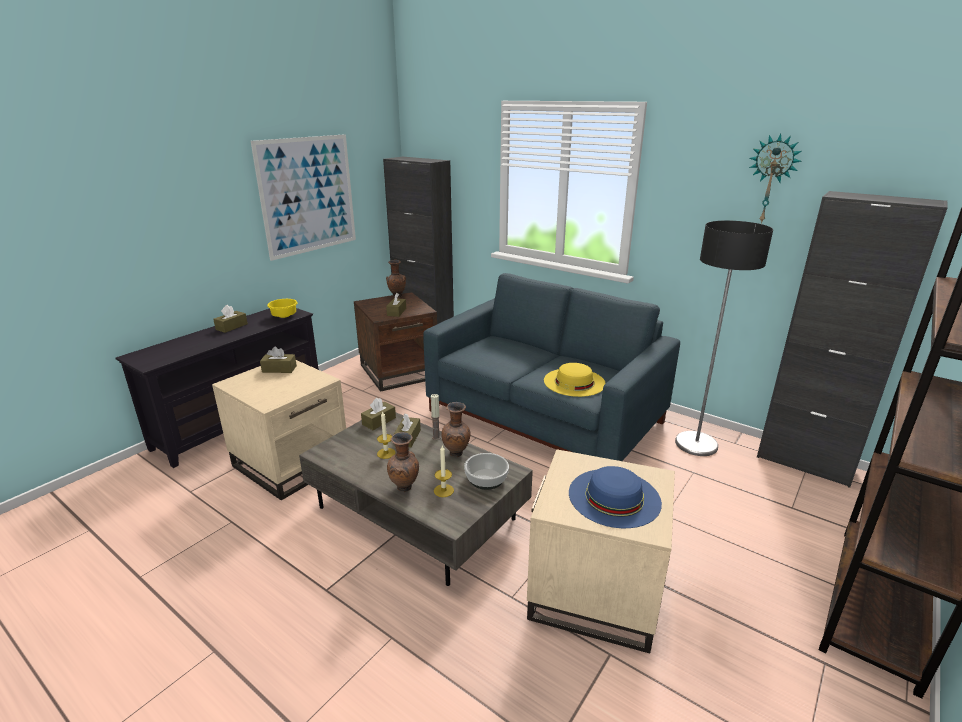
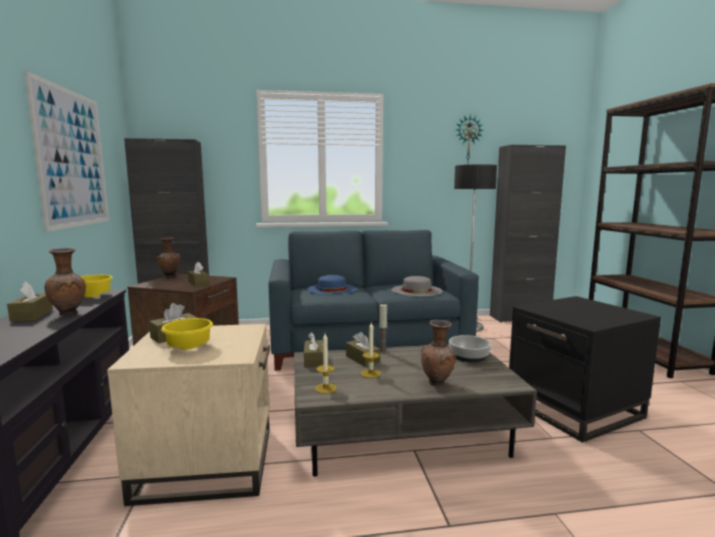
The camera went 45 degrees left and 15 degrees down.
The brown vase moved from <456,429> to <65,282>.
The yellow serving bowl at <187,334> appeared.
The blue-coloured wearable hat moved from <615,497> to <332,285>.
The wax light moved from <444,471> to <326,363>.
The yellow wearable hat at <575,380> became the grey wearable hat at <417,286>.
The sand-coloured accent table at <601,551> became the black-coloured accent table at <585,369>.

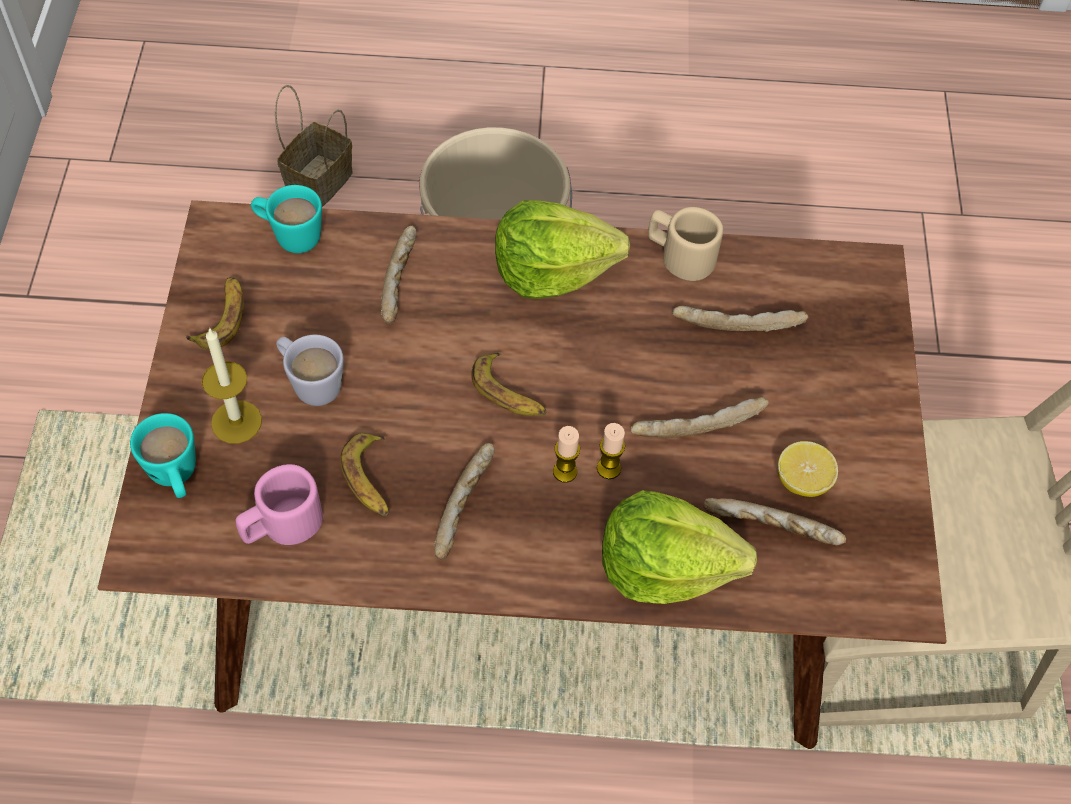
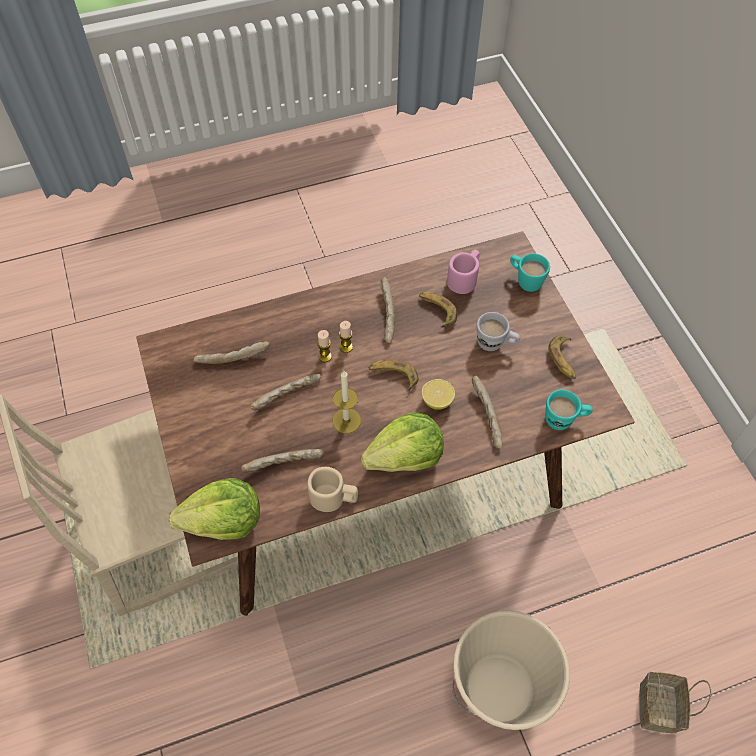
The camera went 160 degrees right and 0 degrees up.
The lettuce head moved from <679,547> to <214,509>.
The wax light moved from <232,385> to <346,402>.
The citrus fruit moved from <808,469> to <438,394>.

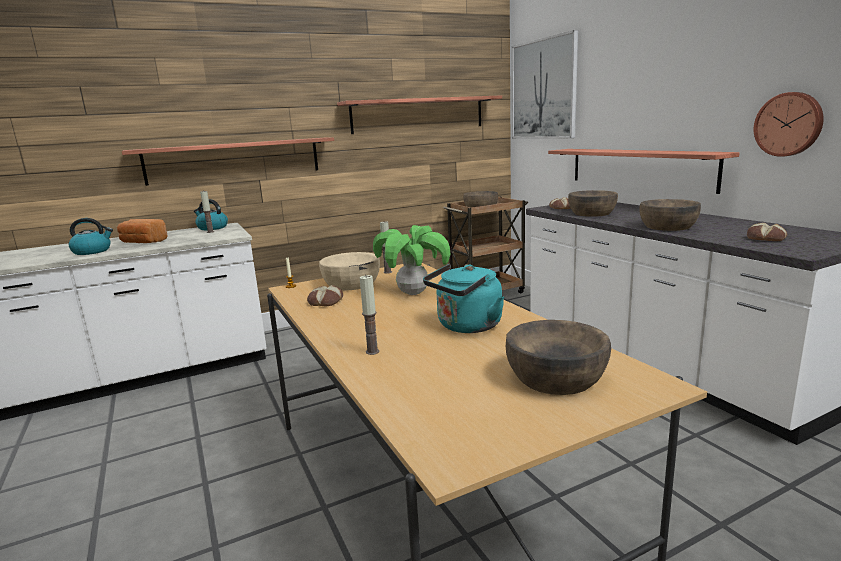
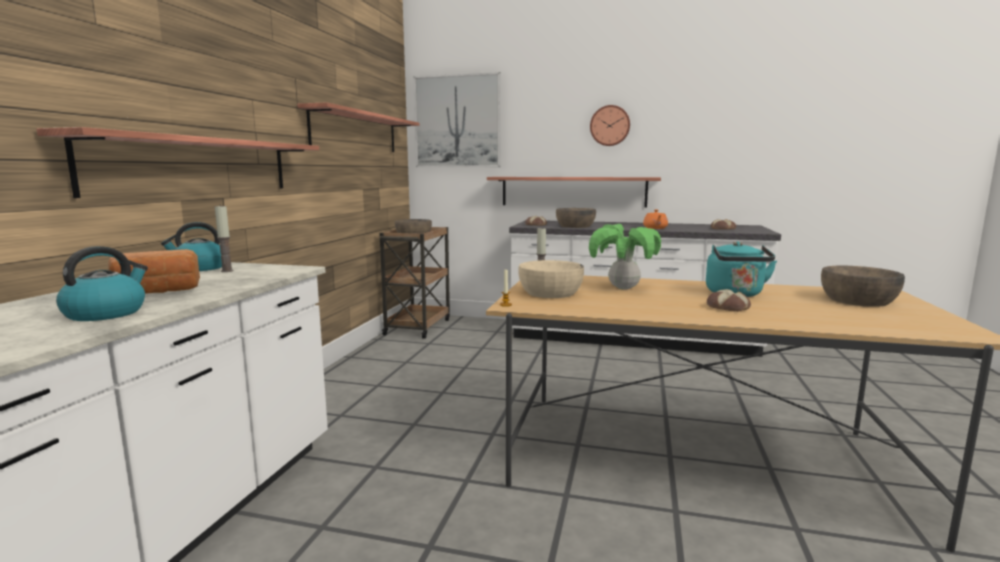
The camera went 50 degrees left and 5 degrees down.
The clock on the wall moved from <789,124> to <610,125>.
The brown serving bowl at <670,215> was replaced by the orangey teapot at <655,219>.
The bread moved from <325,295> to <729,300>.
The wax light at <369,314> disappeared.

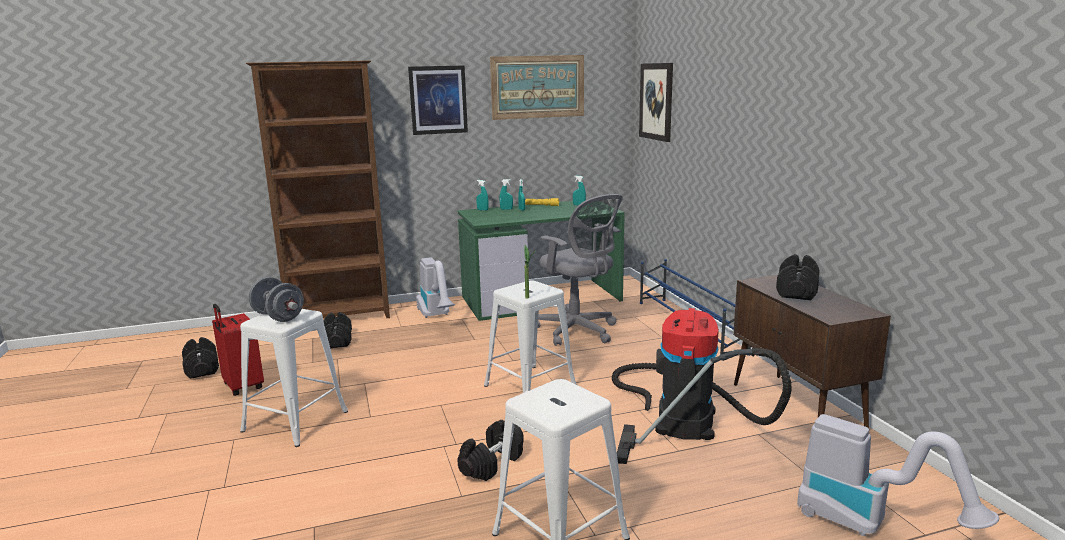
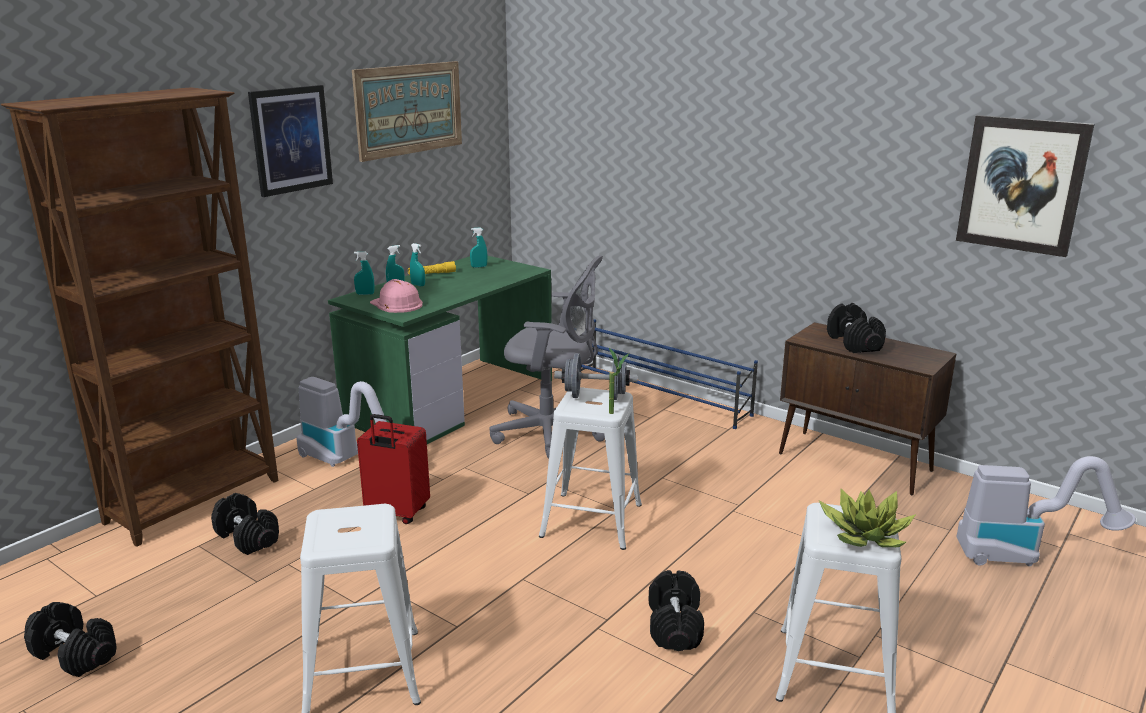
The camera went 35 degrees left and 5 degrees up.
The red travel case moved from <238,350> to <393,469>.
The pink work helmet at <396,296> appeared.
The grey hand weight moved from <276,299> to <596,376>.
The houseplant at <867,518> appeared.
The picture moved from <656,102> to <1025,186>.
The vacuum at <702,386> disappeared.

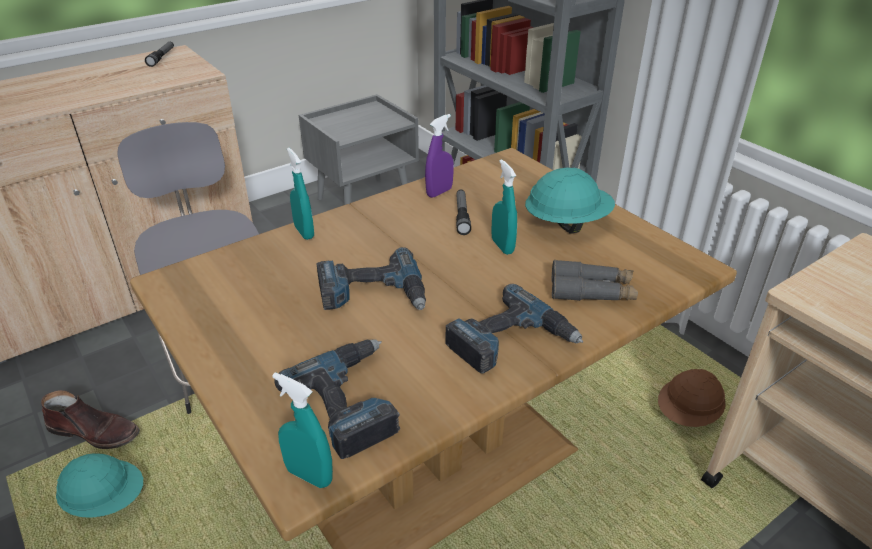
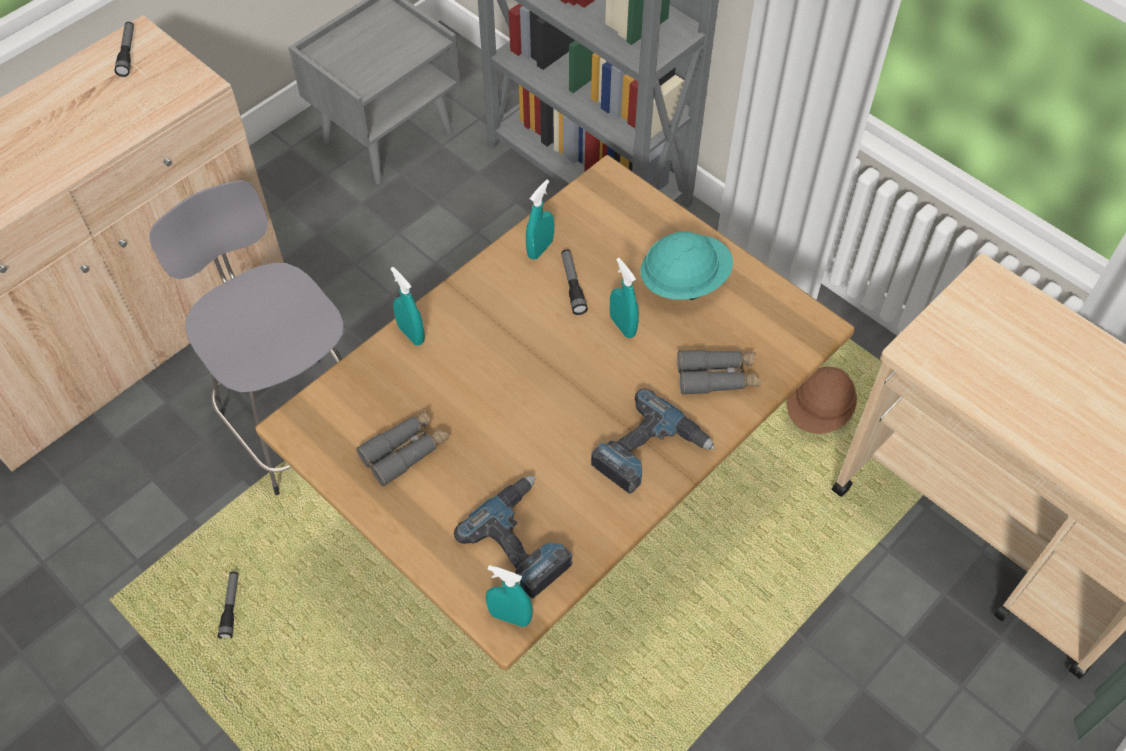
The camera went 10 degrees left and 20 degrees up.
The turquoise-coloured work helmet at <99,485> was replaced by the hand torch at <228,605>.
The grey binoculars at <402,447> appeared.
The purple sprayer at <439,156> became the turquoise-coloured sprayer at <540,220>.
The brown boot at <90,419> disappeared.
The electric drill at <371,278> disappeared.

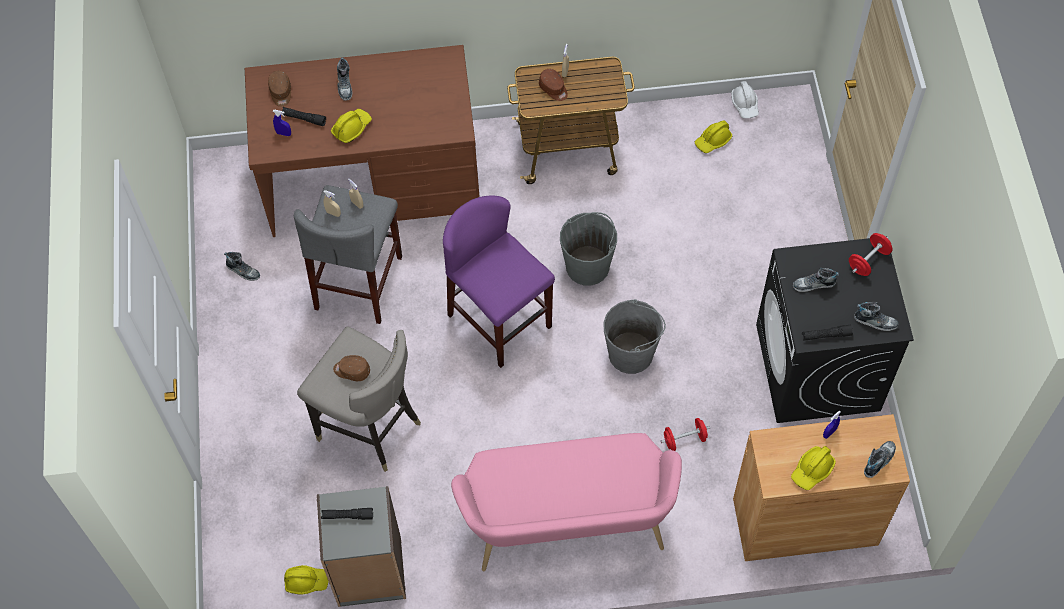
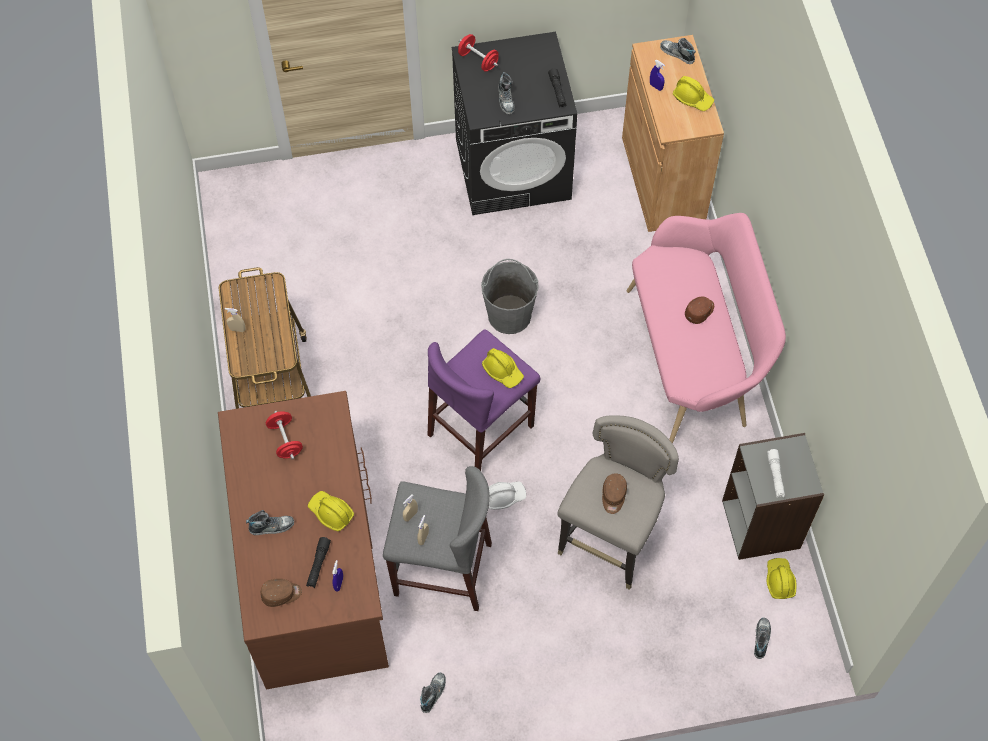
The camera went 95 degrees left and 0 degrees up.
The red hand weight moved from <685,434> to <284,435>.
The yellow work helmet moved from <713,136> to <503,368>.
The white work helmet moved from <745,99> to <507,496>.
The brown baseball cap moved from <553,85> to <699,310>.
The shoe moved from <876,316> to <762,638>.
The black-coloured hand torch at <347,514> became the white hand torch at <776,473>.
The grey water bucket at <588,249> disappeared.

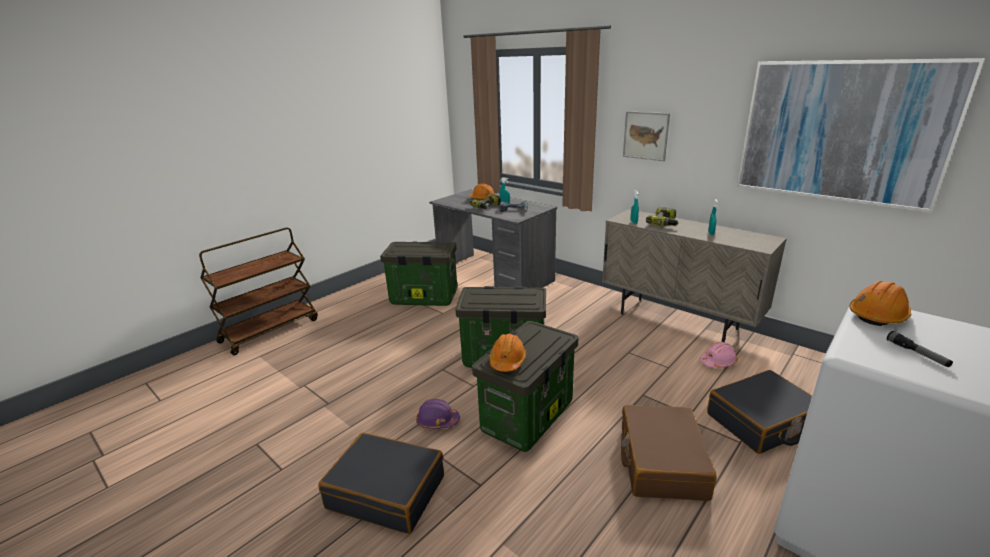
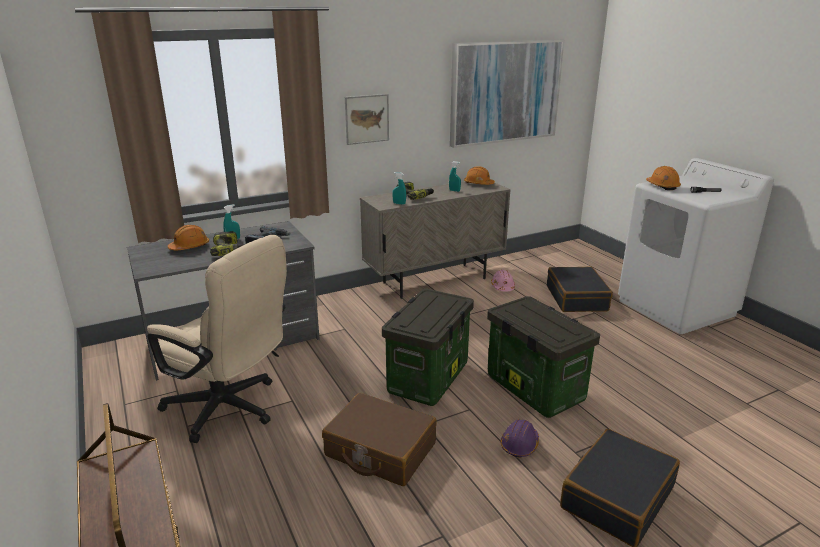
The camera went 70 degrees left and 0 degrees up.
The storage bin at <418,273> was replaced by the sand-coloured computer chair at <217,339>.
The brown travel case moved from <669,453> to <379,439>.
The orangey work helmet moved from <507,352> to <479,176>.

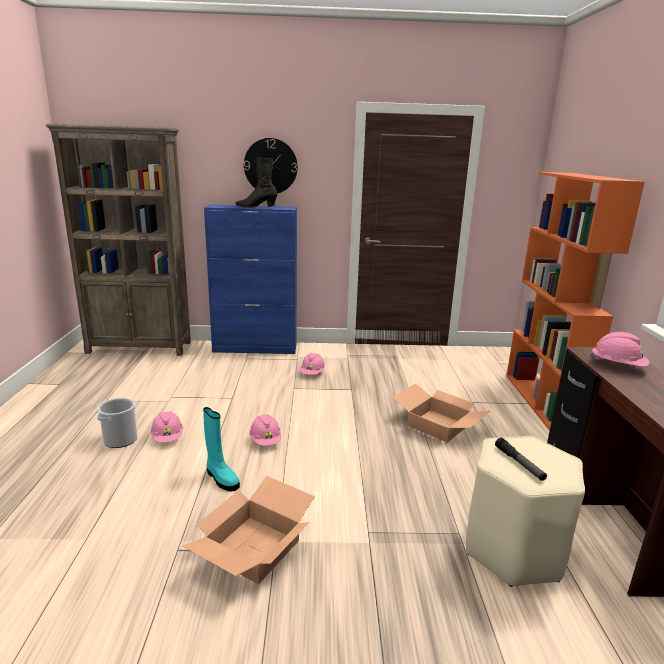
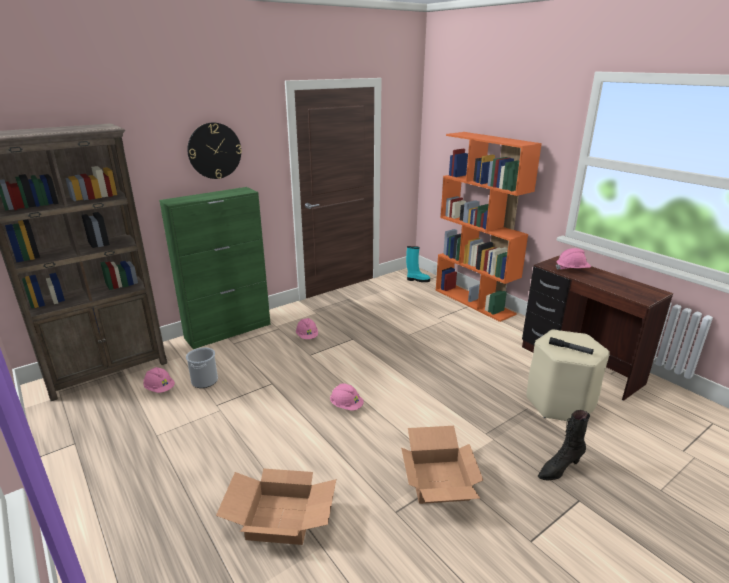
The camera went 35 degrees left and 5 degrees up.
The pink work helmet moved from <167,427> to <159,380>.
The blue-coloured storage cabinet at <250,279> became the greenish storage cabinet at <215,268>.
The water bucket moved from <117,423> to <202,367>.
The cardboard box moved from <441,413> to <276,506>.
The turquoise-coloured boot moved from <221,449> to <418,264>.
The black-coloured boot moved from <256,182> to <564,445>.

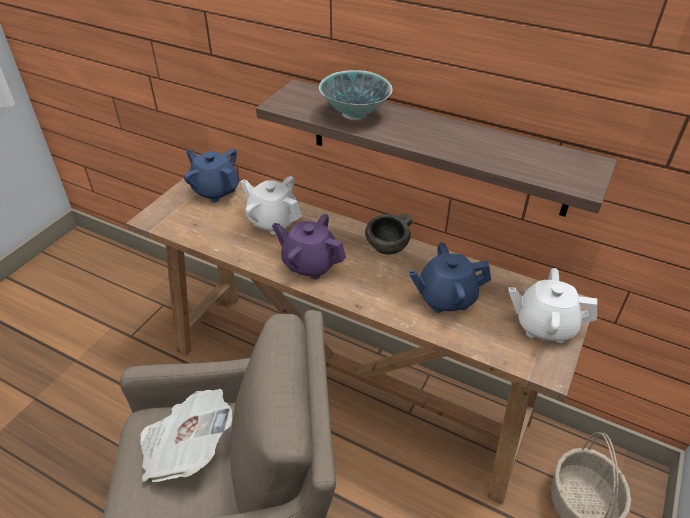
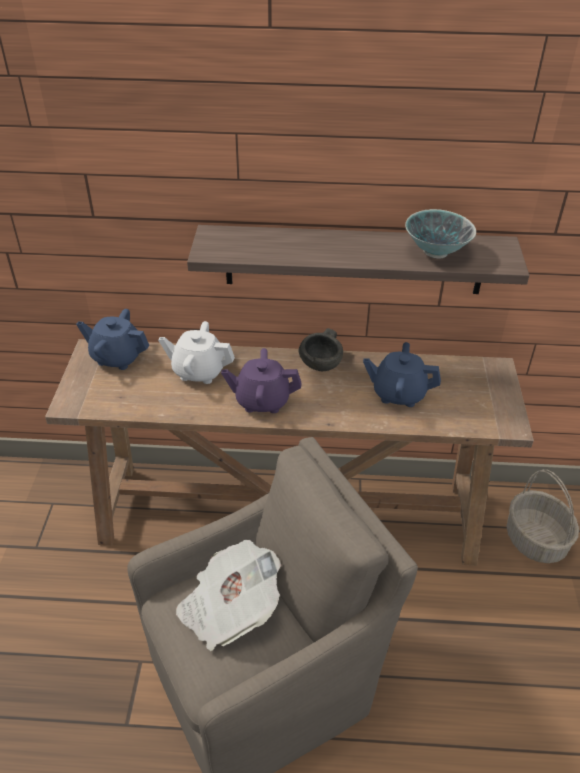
The camera went 25 degrees left and 0 degrees up.
The blue-coloured teapot at <450,277> turned 45 degrees clockwise.
The serving bowl moved from <356,95> to <440,234>.
The white teapot at <553,305> disappeared.

